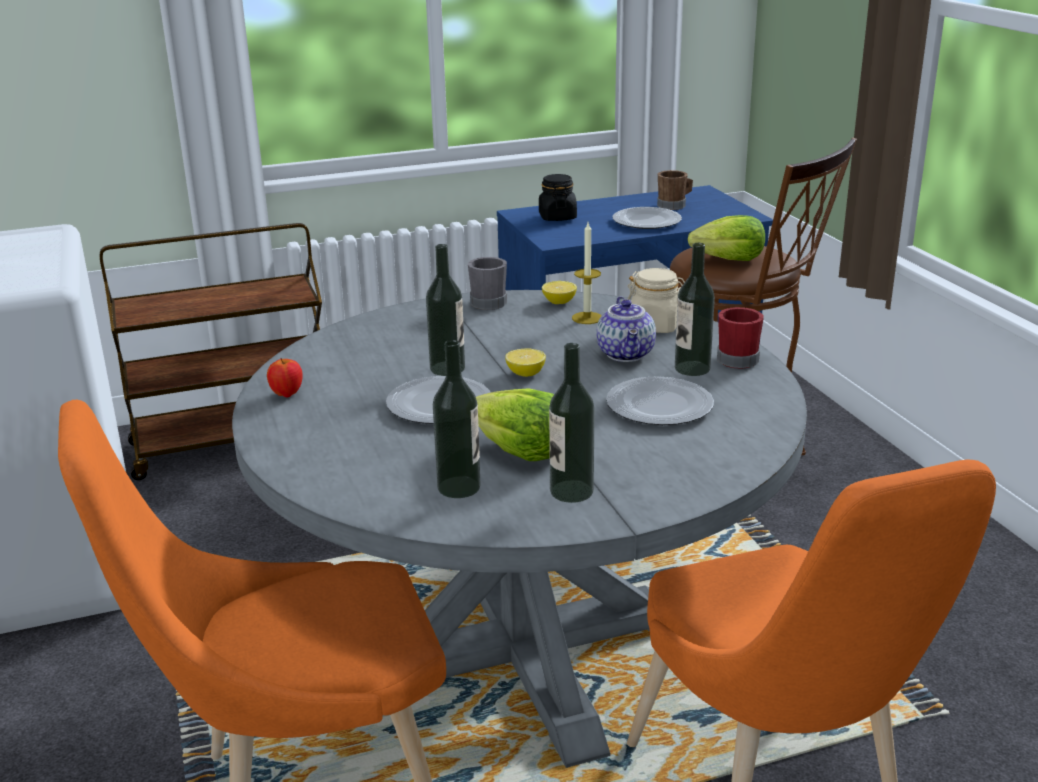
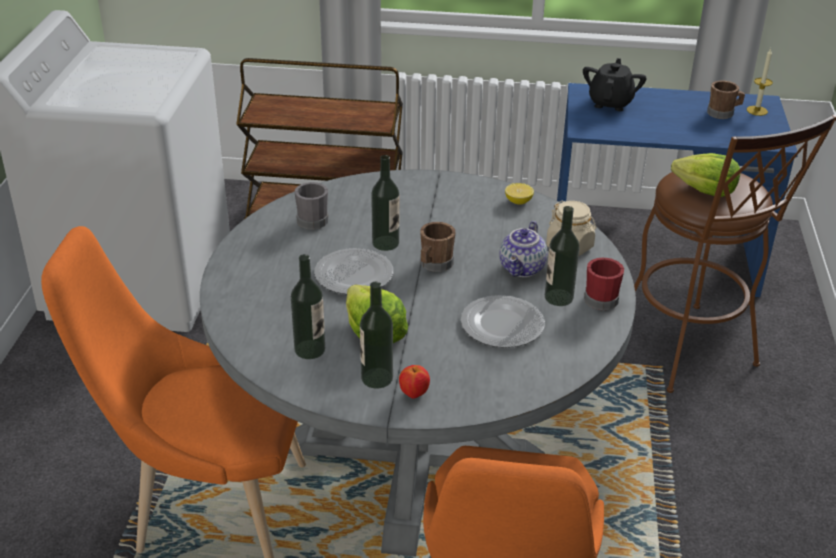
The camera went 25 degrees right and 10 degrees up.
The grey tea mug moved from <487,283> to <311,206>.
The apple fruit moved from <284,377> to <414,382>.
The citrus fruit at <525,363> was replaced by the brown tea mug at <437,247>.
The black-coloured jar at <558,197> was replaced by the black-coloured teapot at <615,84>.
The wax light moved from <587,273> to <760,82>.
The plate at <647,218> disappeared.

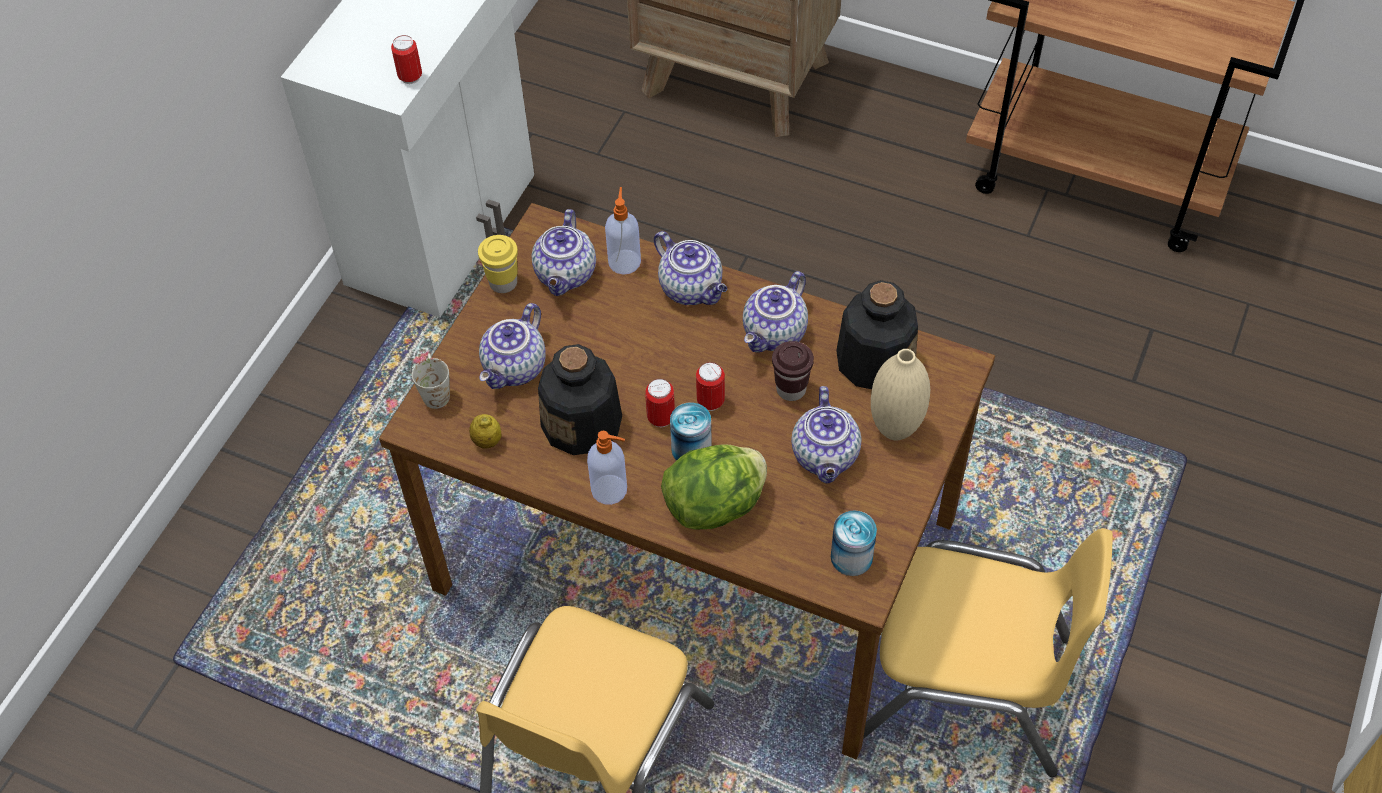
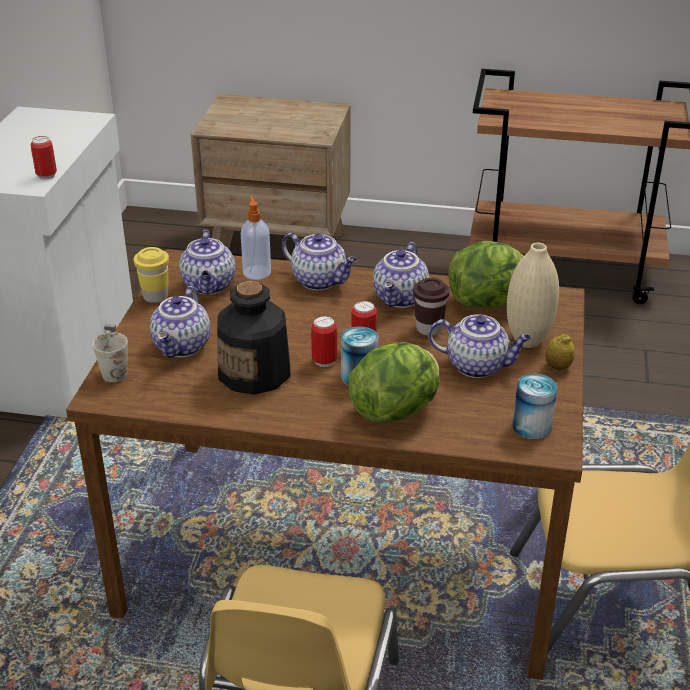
The camera went 15 degrees left and 20 degrees down.
The teapot at <826,434> turned 60 degrees counterclockwise.
The drink bottle at <877,334> was replaced by the lettuce head at <486,274>.
The citrus fruit moved from <485,431> to <560,352>.
The soap bottle at <607,468> disappeared.

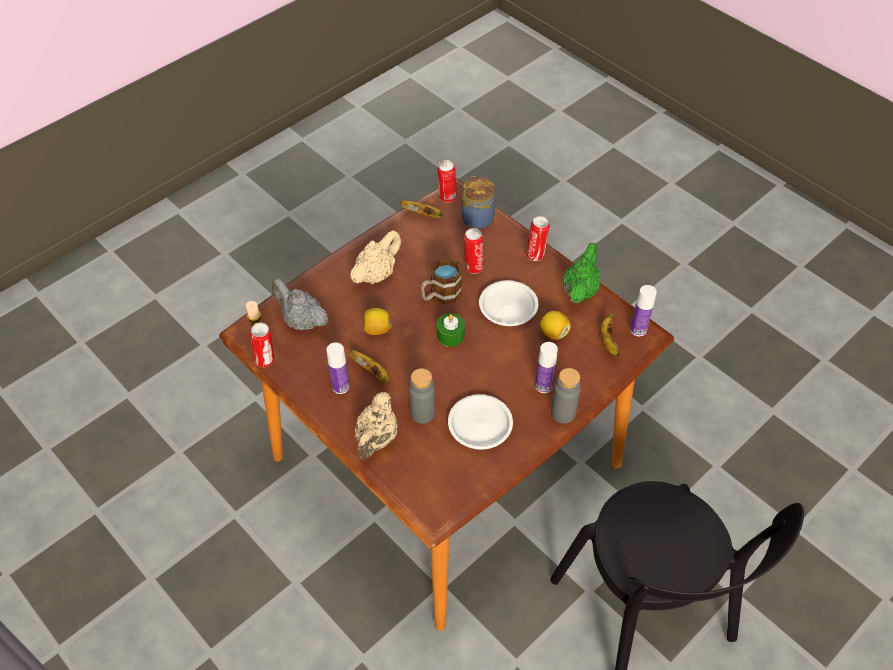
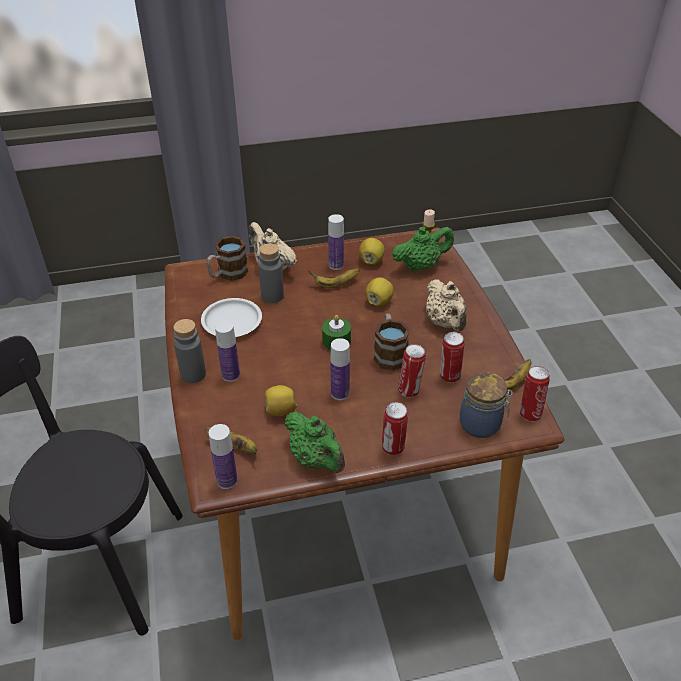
The camera went 120 degrees right and 10 degrees down.
The tea mug at <227,258> appeared.
The white plate at <508,303> was replaced by the drink bottle at <340,369>.
The citrus fruit at <372,251> appeared.
The grey teapot at <300,304> became the greenish teapot at <423,248>.
The sealed can moved from <262,345> to <452,357>.

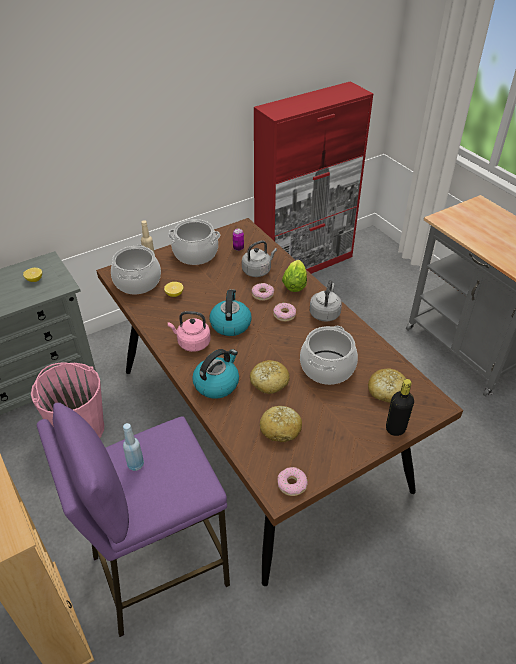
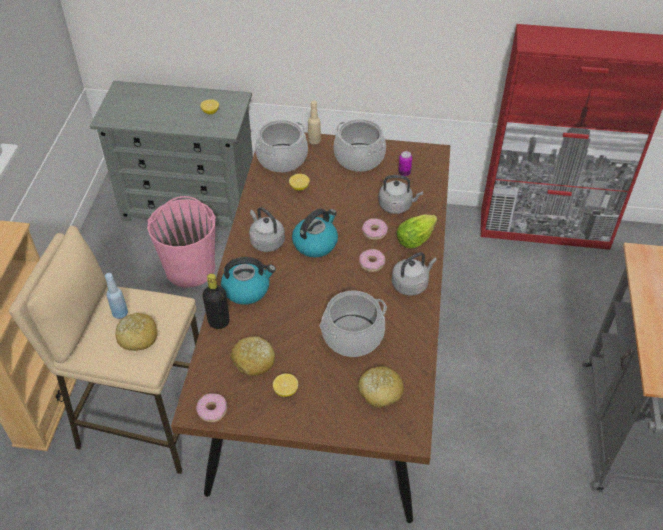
The camera went 40 degrees right and 5 degrees up.
The purple sitting stool at <133,520> became the sand-coloured sitting stool at <104,350>.
The bread moved from <270,377> to <136,332>.
The black-coloured drink bottle moved from <400,407> to <215,301>.
The pink tea kettle at <189,331> became the grey tea kettle at <267,229>.
The citrus fruit at <285,385> appeared.

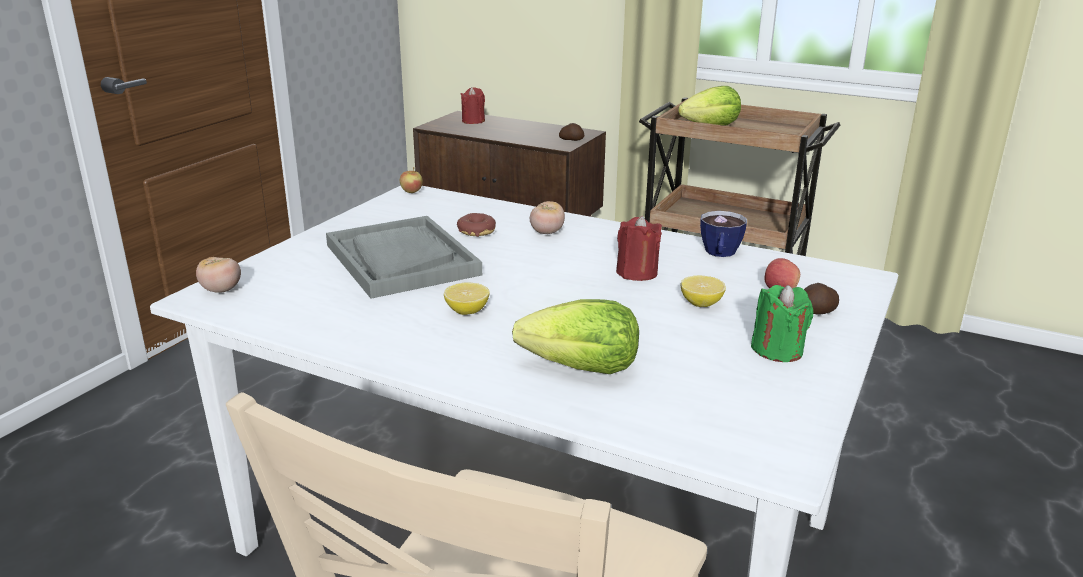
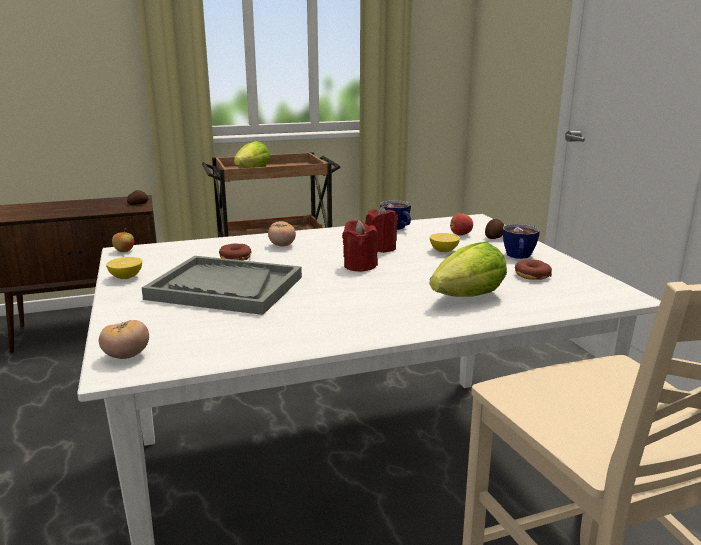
The camera went 45 degrees left and 5 degrees down.
The citrus fruit moved from <467,299> to <124,268>.
The red wax light moved from <473,105> to <360,245>.
The greenish wax light at <782,323> was replaced by the cup at <521,241>.
The doughnut at <533,270> appeared.

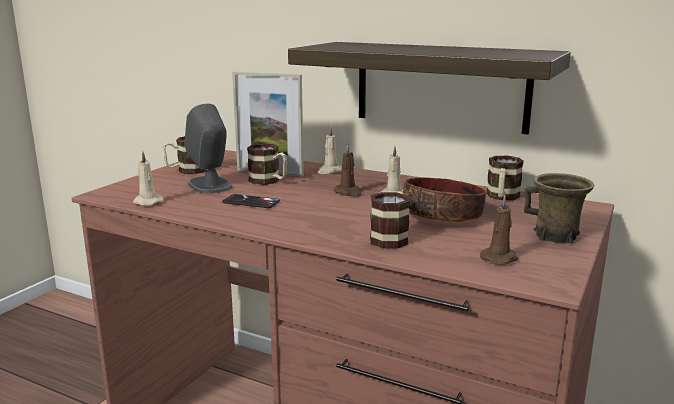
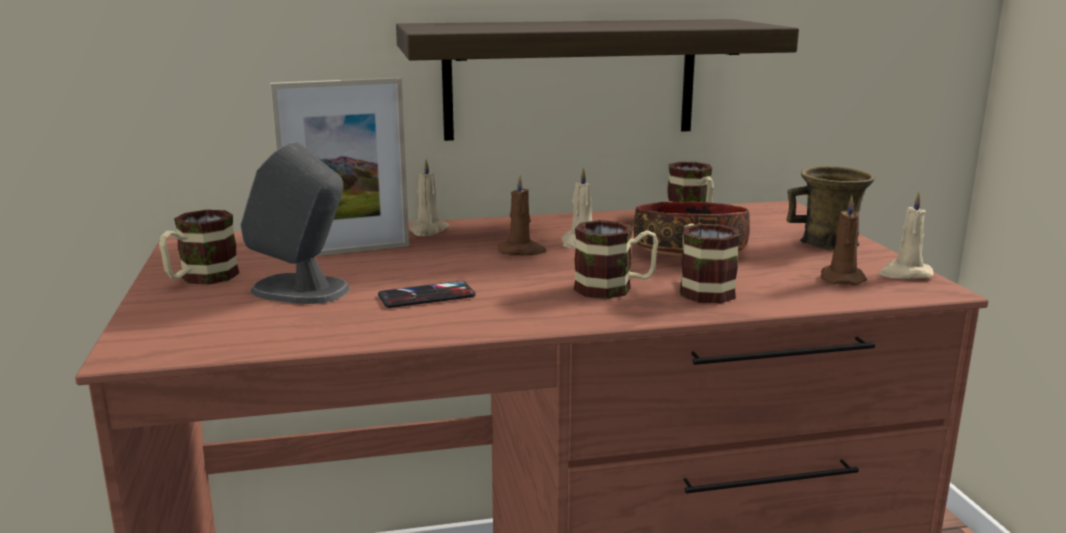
The camera went 40 degrees left and 0 degrees up.
The tea mug moved from <267,164> to <616,259>.
The sand-coloured wax light moved from <148,178> to <906,235>.

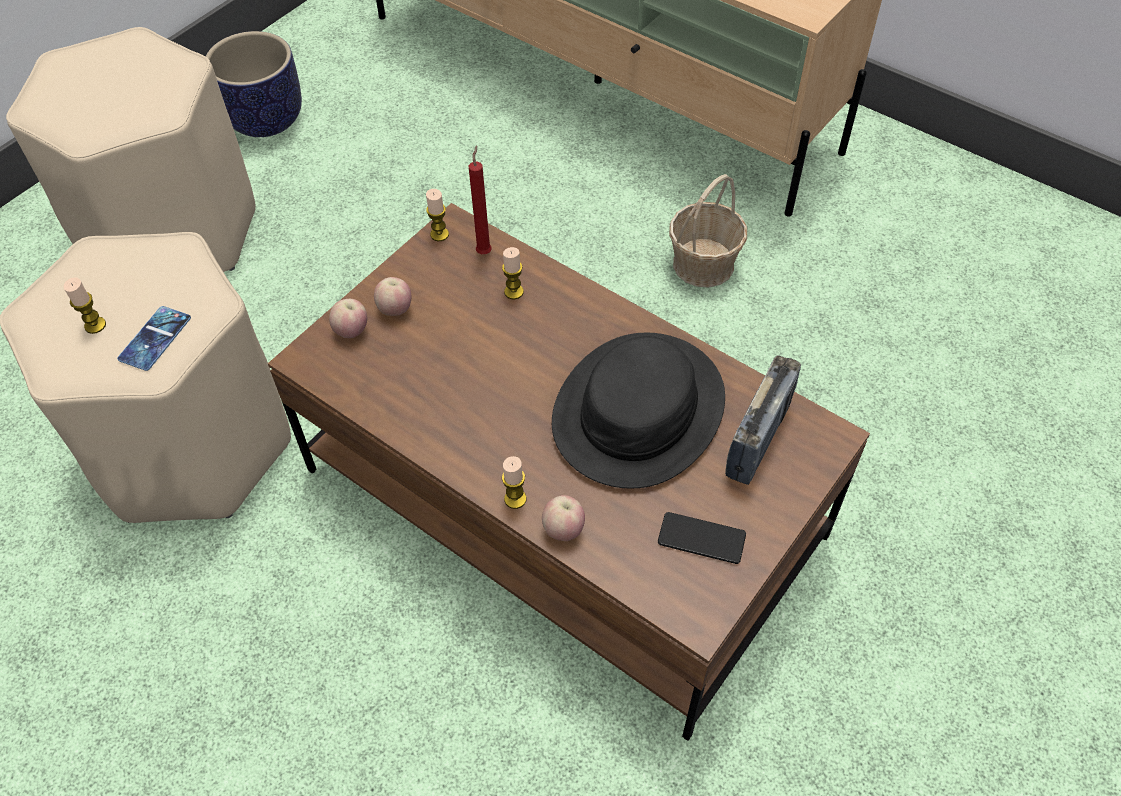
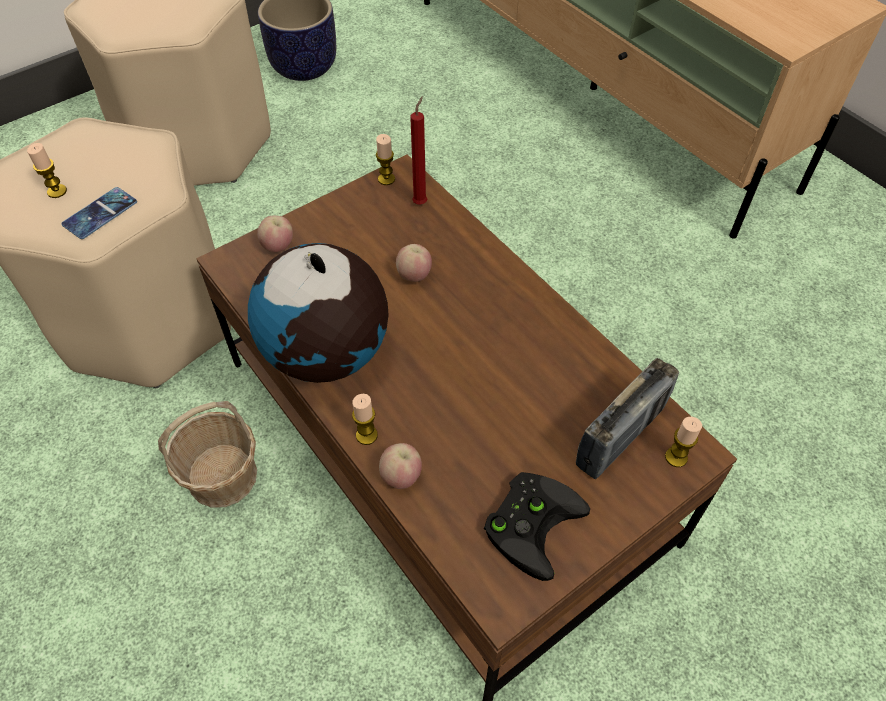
The camera went 15 degrees right and 0 degrees up.
The household basket moved from <708,230> to <207,454>.
The world globe at <318,313> appeared.
The apple fruit moved from <393,296> to <414,263>.
The telephone at <702,538> was replaced by the black-coloured game controller at <537,526>.
The wax light moved from <513,273> to <683,442>.
The black-coloured wearable hat at <638,411> disappeared.

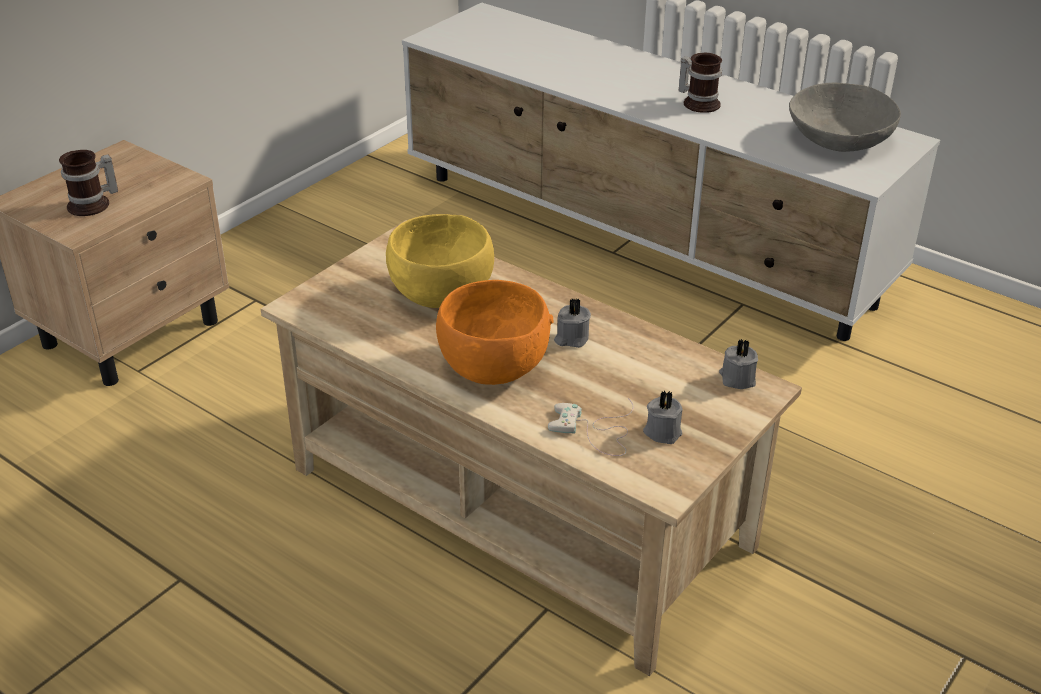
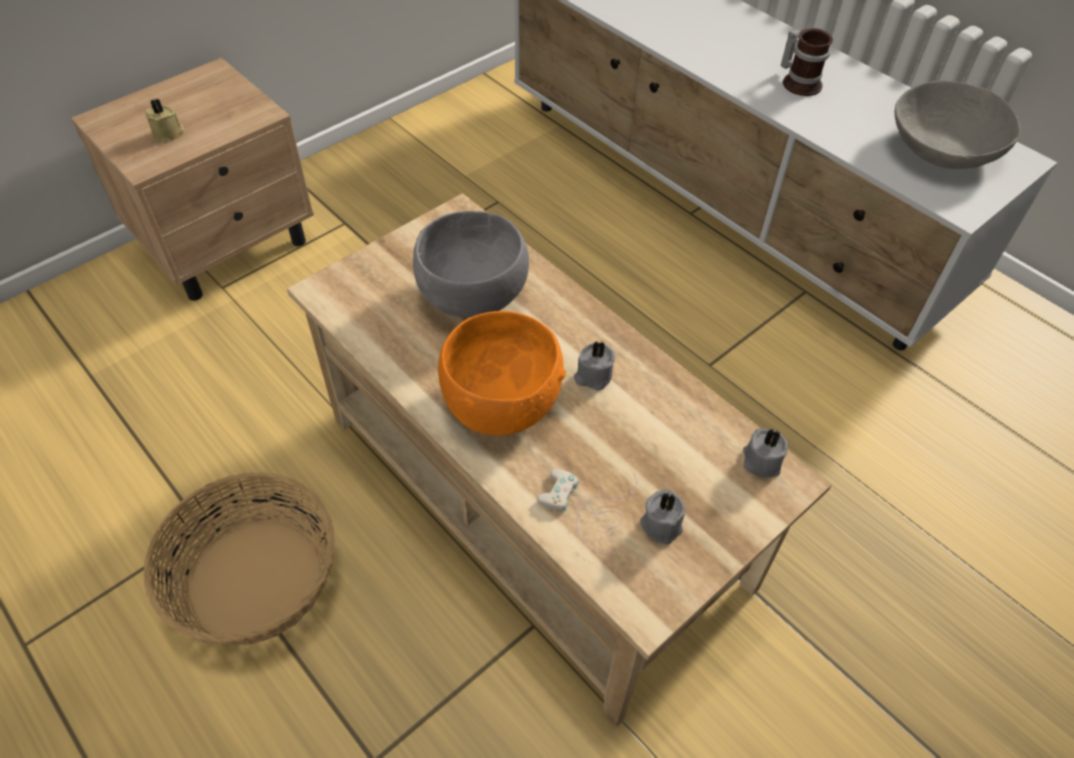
The camera went 10 degrees right and 15 degrees up.
The household basket at <239,559> appeared.
The tea mug at <88,183> was replaced by the sand-coloured wax light at <165,121>.
The yellow serving bowl at <440,261> became the grey serving bowl at <471,264>.

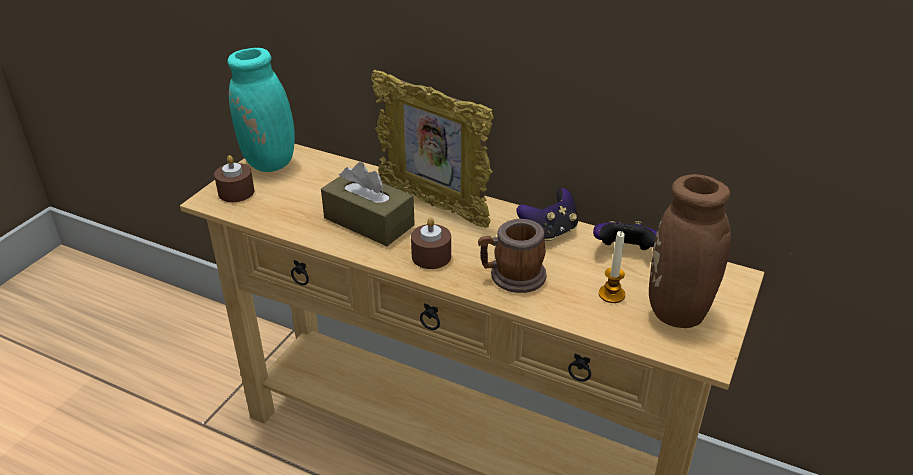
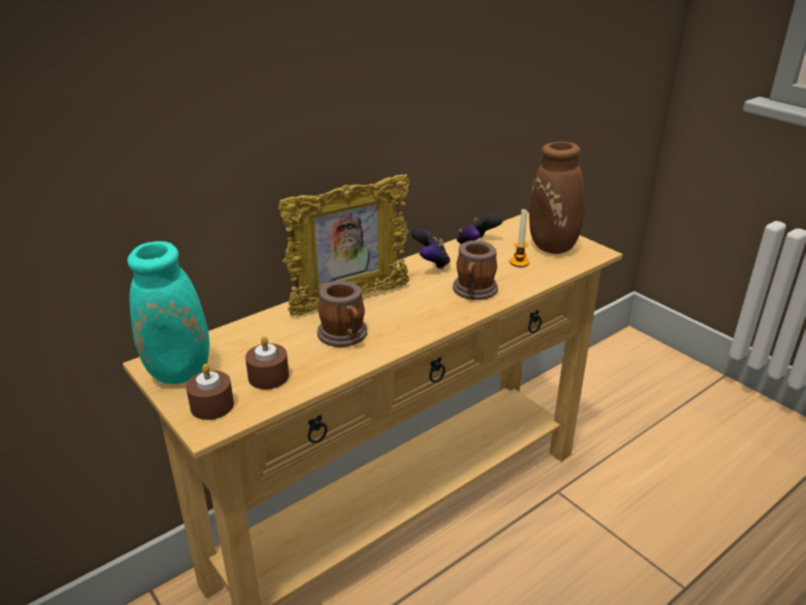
The camera went 65 degrees left and 5 degrees down.
The brown wax light moved from <431,243> to <267,362>.
The brown box of tissues at <368,204> was replaced by the tea mug at <342,314>.

